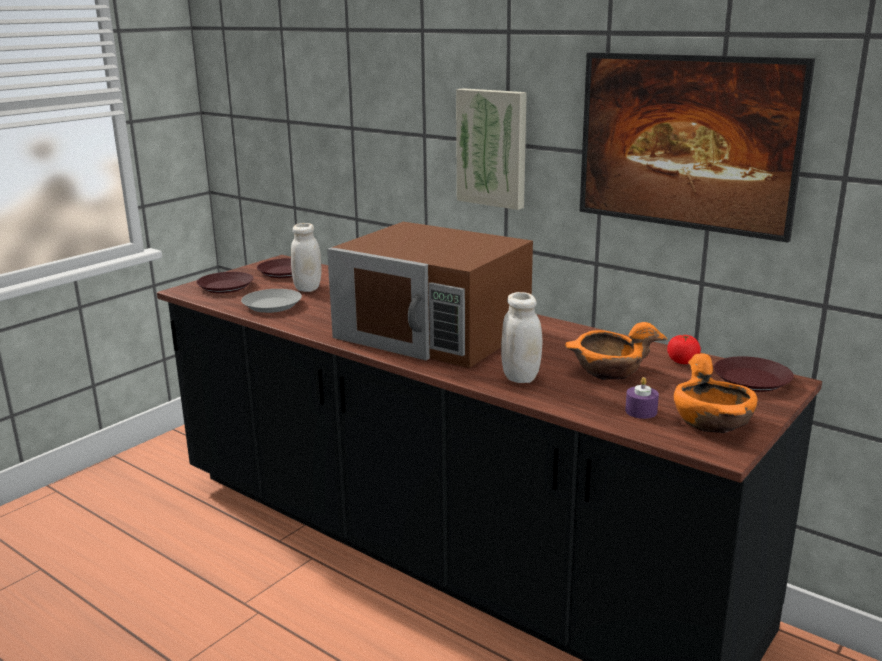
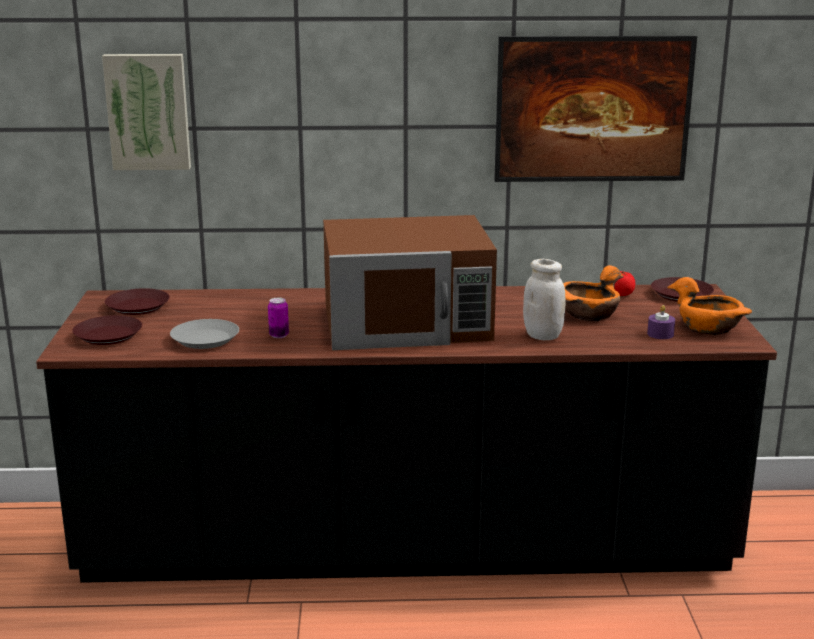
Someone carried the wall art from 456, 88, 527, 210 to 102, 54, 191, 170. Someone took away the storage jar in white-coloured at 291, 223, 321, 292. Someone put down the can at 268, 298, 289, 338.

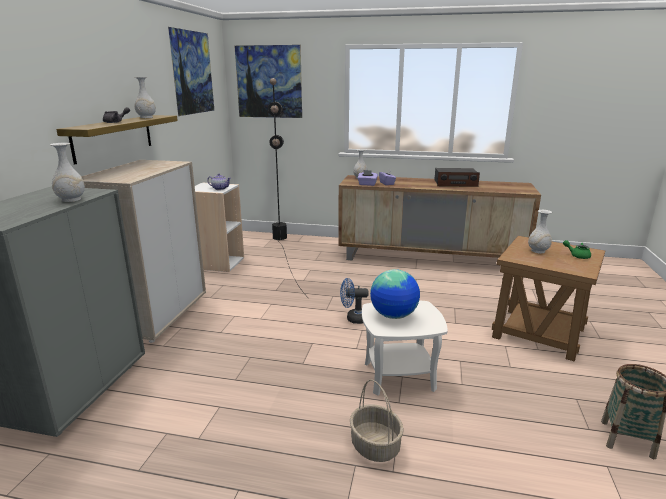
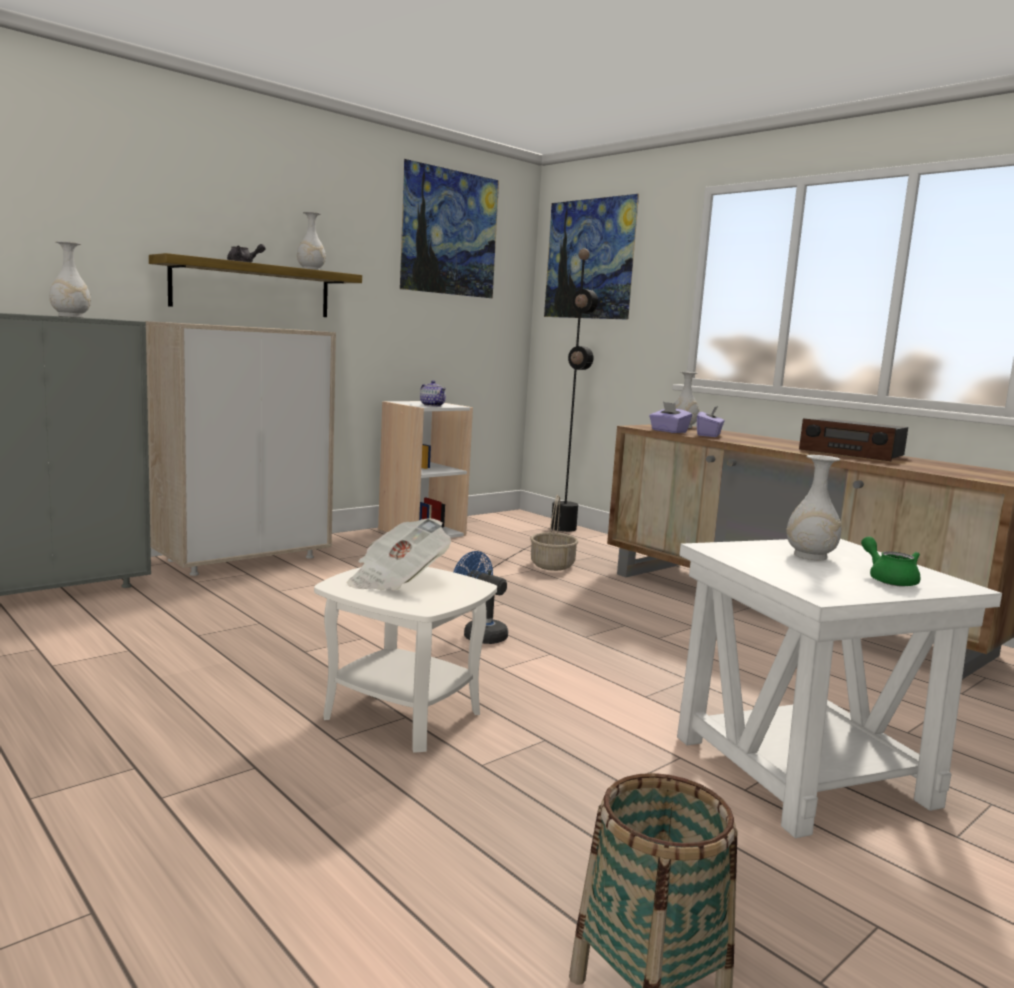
Someone repainted the accent table in brownish at 492, 236, 605, 362, which became the accent table in white-coloured at 677, 539, 1002, 838. Someone swapped the desk globe at 370, 269, 420, 319 for the daily paper at 347, 518, 451, 591. Someone carried the household basket from 350, 379, 404, 462 to 530, 494, 578, 571.

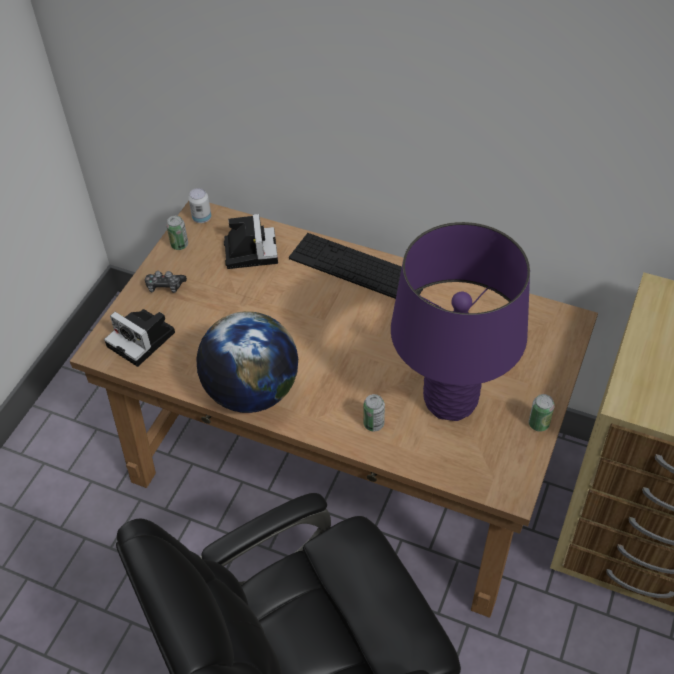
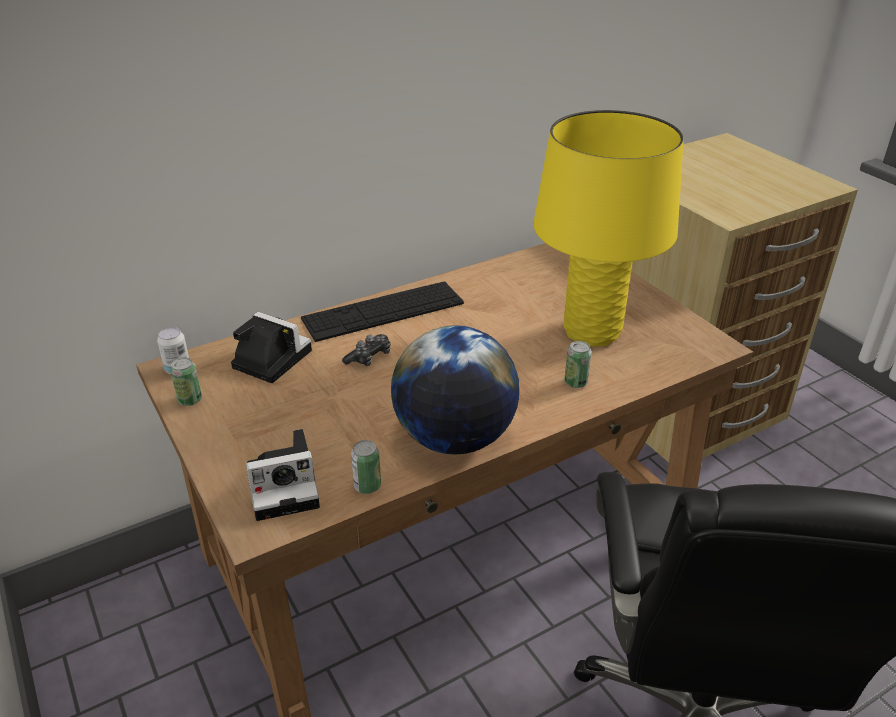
Someone repainted the tabletop lamp in purplish at 391, 222, 530, 421, which became the tabletop lamp in yellowish at 534, 110, 684, 347. Someone carried the gamepad from 145, 271, 187, 293 to 342, 334, 391, 366. Someone carried the can from 529, 394, 555, 431 to 351, 440, 381, 494.

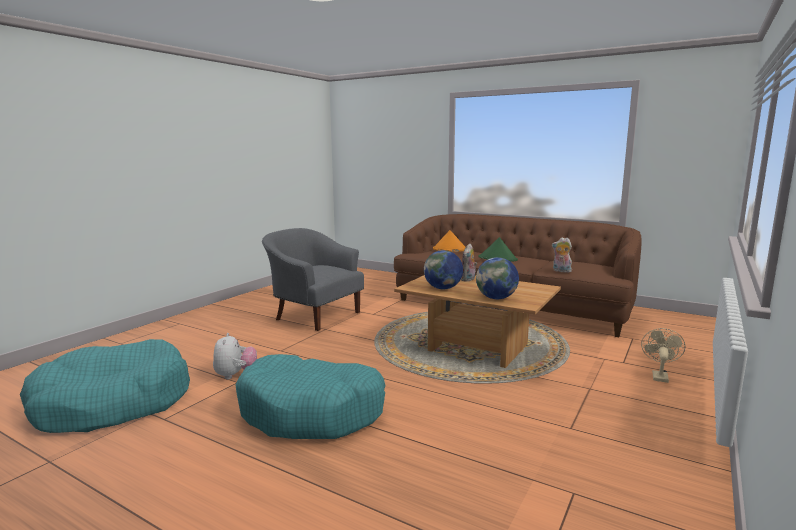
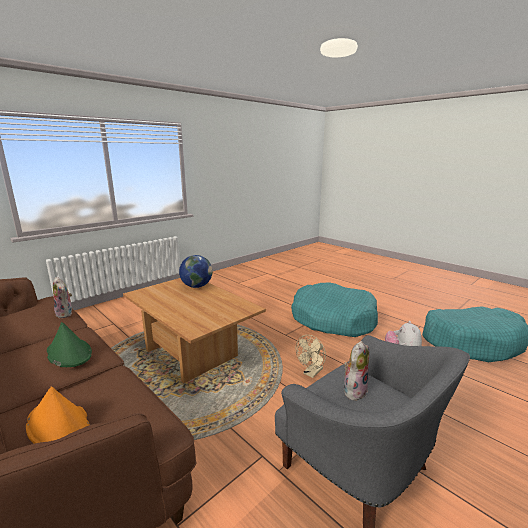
Someone carried the cuddly toy from 461, 243, 477, 282 to 344, 341, 369, 401. Someone took away the desk globe at 424, 250, 463, 289. Someone carried the electric fan in sand-coloured from 641, 328, 685, 383 to 296, 335, 326, 378.

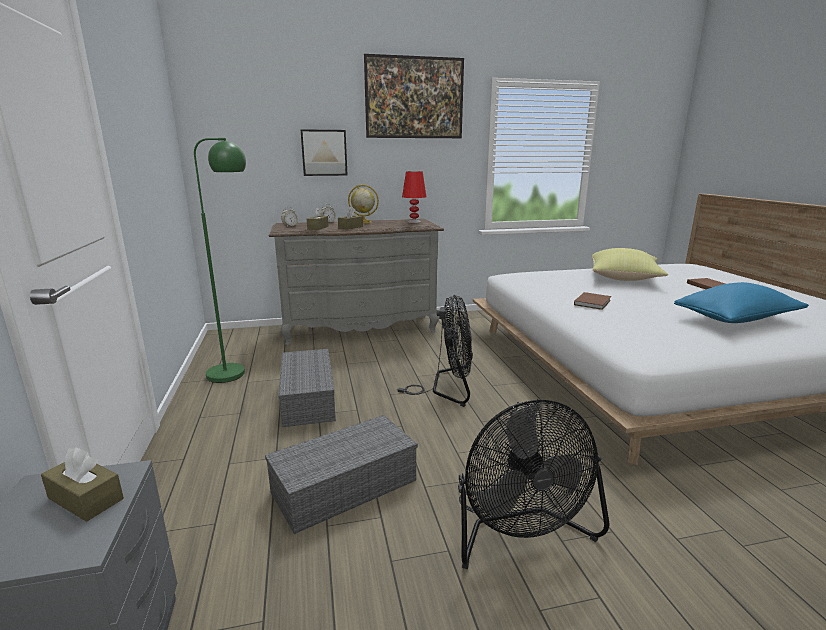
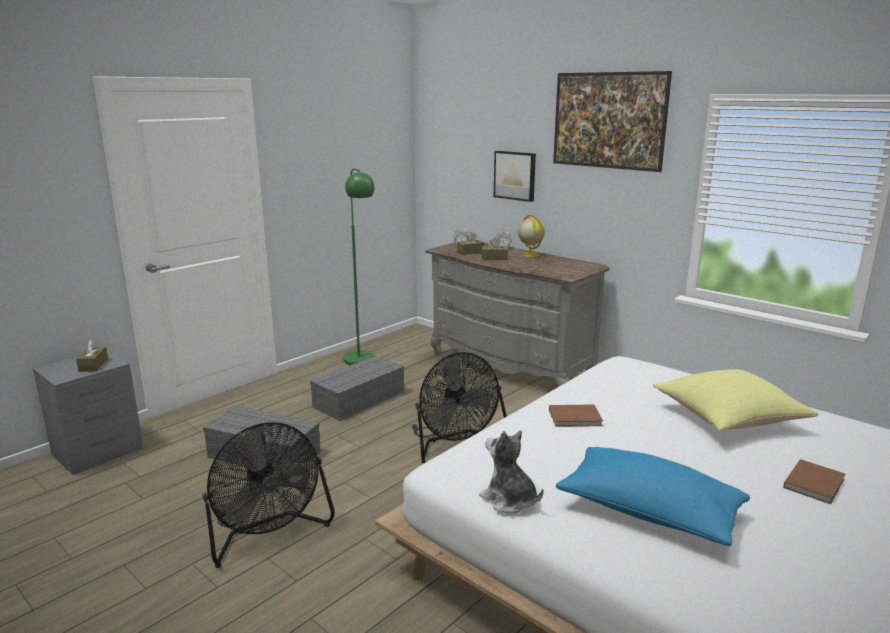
Someone took away the tabletop lamp in reddish at 402, 171, 427, 223. Someone rotated the electric fan in blackish at 458, 399, 610, 569 by 75 degrees counterclockwise. Someone put down the cuddly toy at 479, 430, 544, 514.

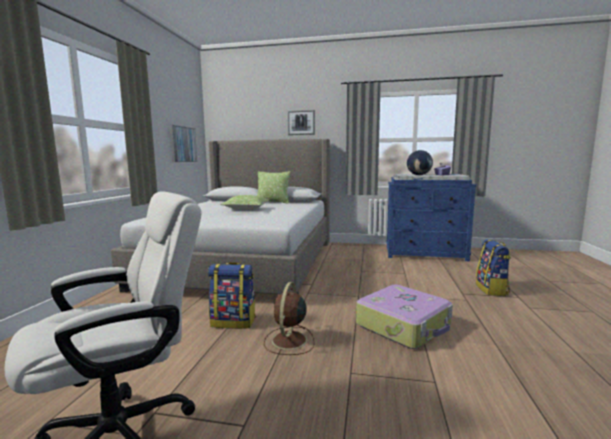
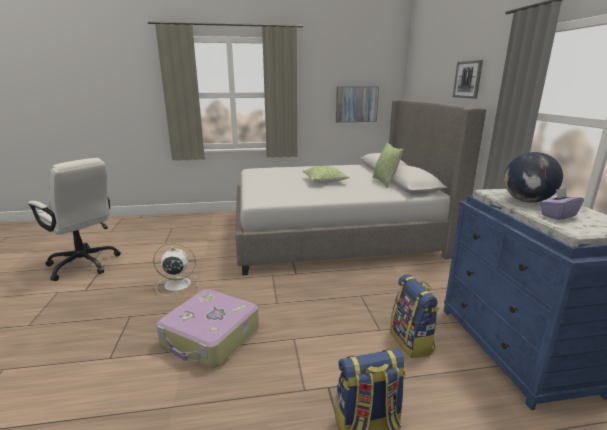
Someone carried the rucksack from 208, 262, 256, 329 to 390, 274, 439, 358. Someone repainted the electric fan in brownish at 264, 282, 314, 355, which became the electric fan in white-coloured at 153, 243, 198, 296.

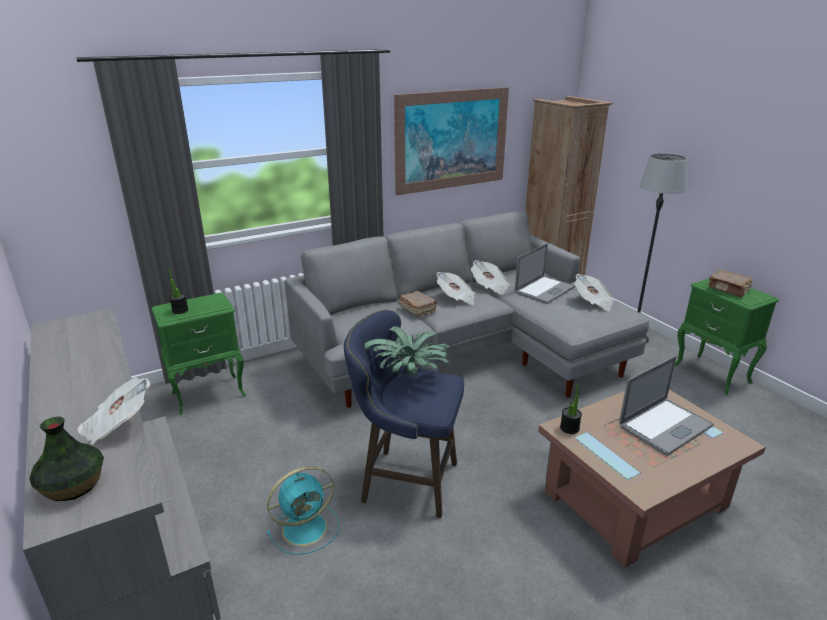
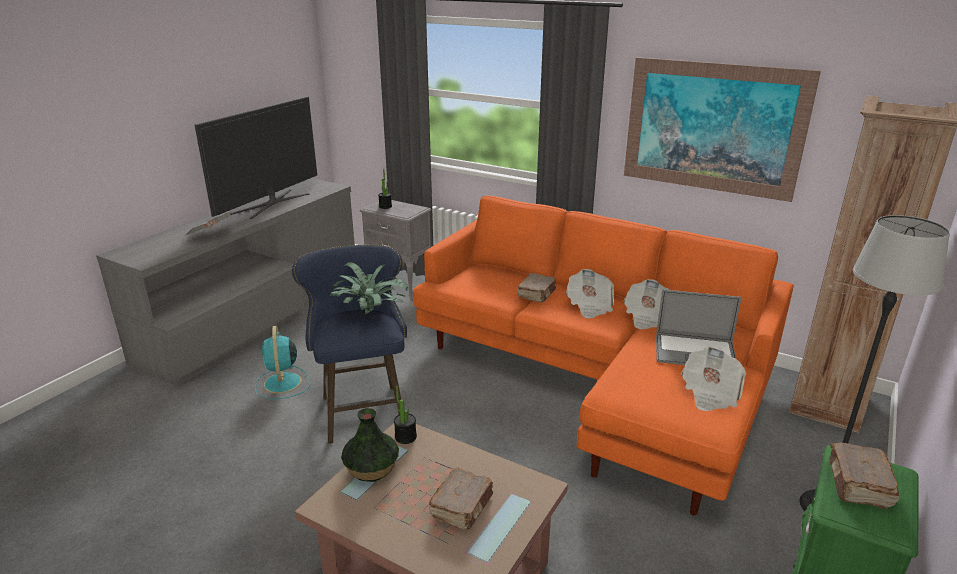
Someone repainted the settee in grey at 285, 211, 649, 408, which became the settee in orangey at 413, 196, 794, 515. Someone repainted the nightstand in greenish at 152, 293, 246, 415, which became the nightstand in grey at 360, 200, 432, 301. Someone swapped the portable computer at 619, 356, 714, 456 for the book in brownish at 429, 468, 493, 530. Someone carried the vase from 29, 417, 104, 501 to 341, 408, 399, 482. Someone rotated the electric fan in turquoise-coloured at 267, 466, 339, 555 by 45 degrees clockwise. Someone put down the TV set at 194, 96, 317, 219.

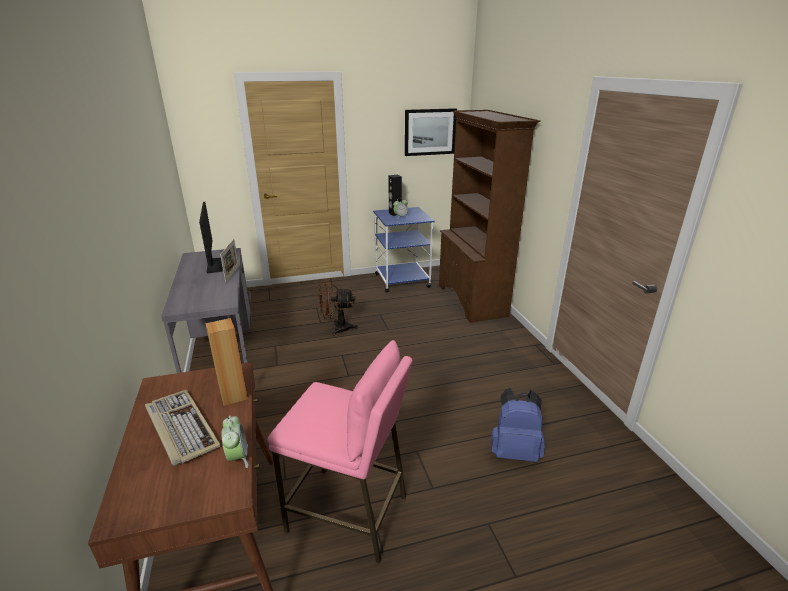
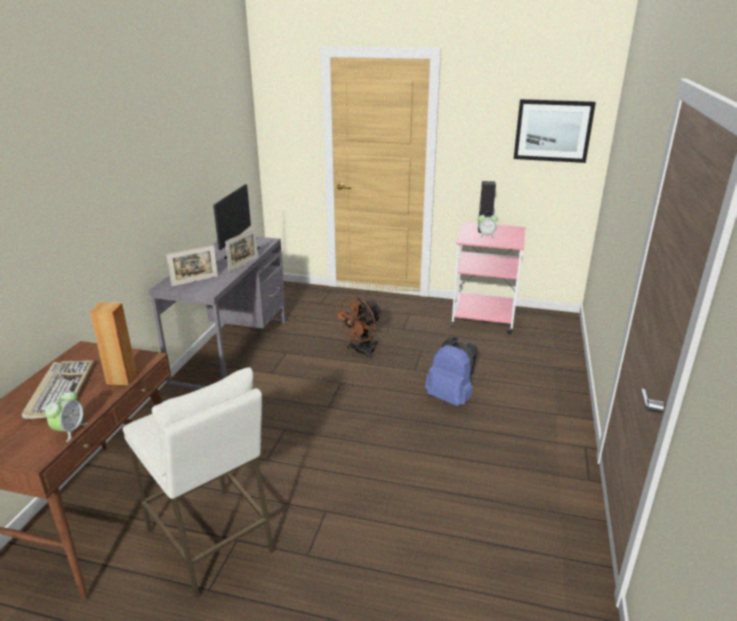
Someone took away the shelving unit in brownish at 439, 110, 541, 323. Someone repainted the cart in blue at 373, 207, 435, 292, which became the cart in pink at 451, 222, 525, 334. Someone rotated the electric fan in brownish at 318, 278, 358, 336 by 75 degrees counterclockwise. Someone repainted the stool seat in pink at 267, 340, 413, 563, which became the stool seat in white-coloured at 123, 367, 274, 599. Someone carried the rucksack in blue from 491, 388, 546, 462 to 425, 337, 478, 407. Someone put down the standing frame at 166, 245, 218, 287.

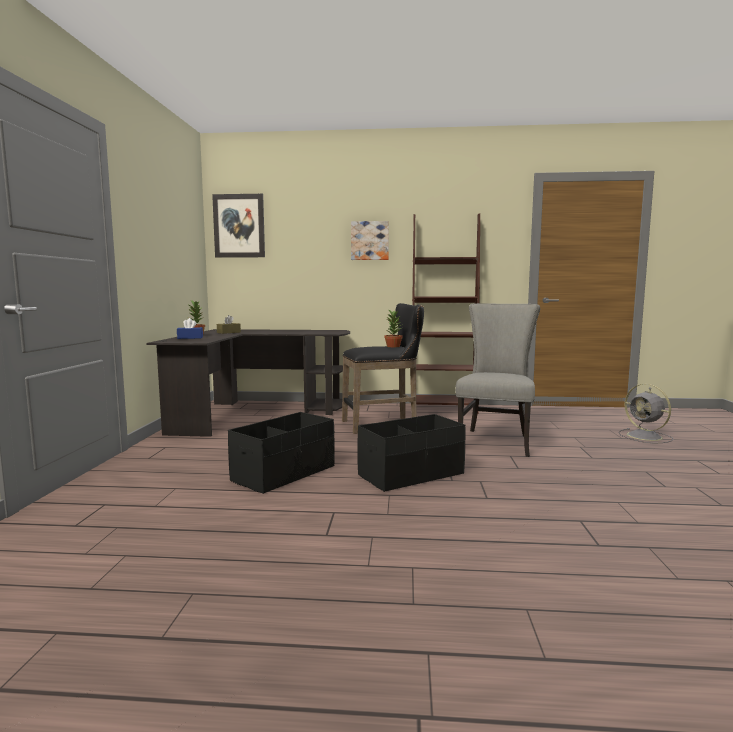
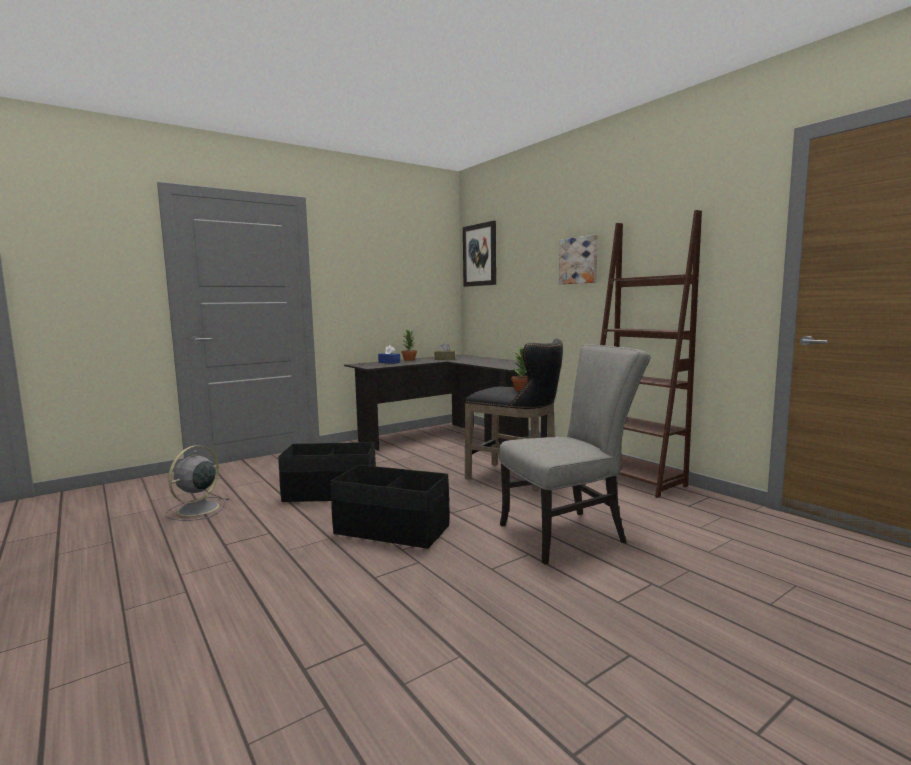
Someone carried the electric fan in grey from 618, 384, 674, 443 to 165, 445, 229, 521.

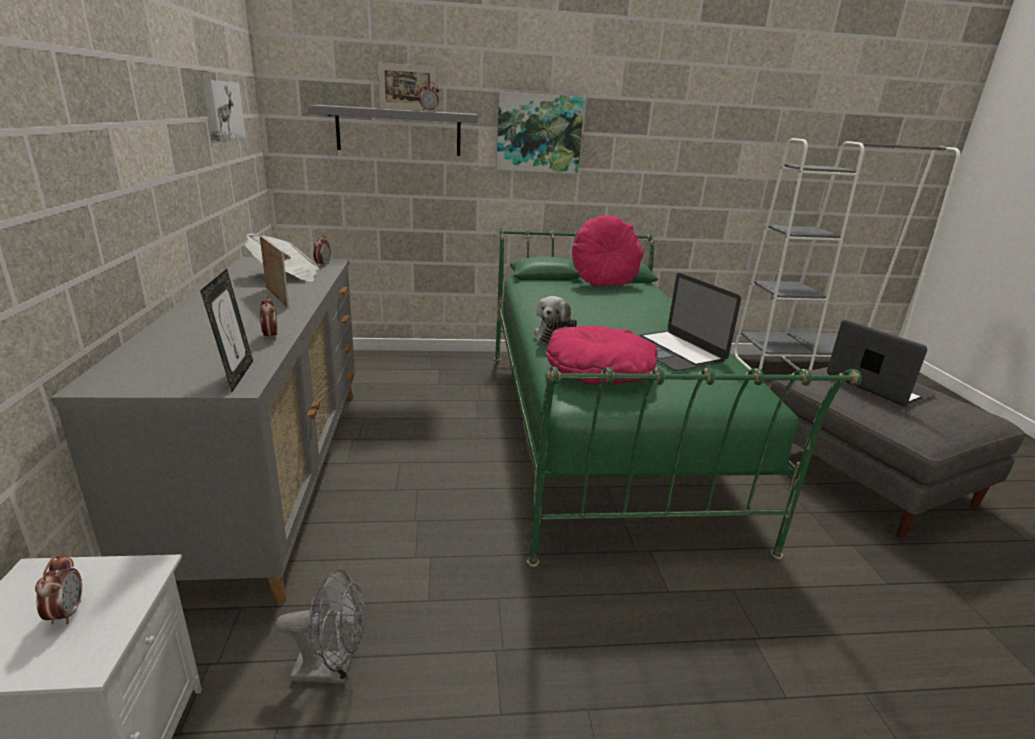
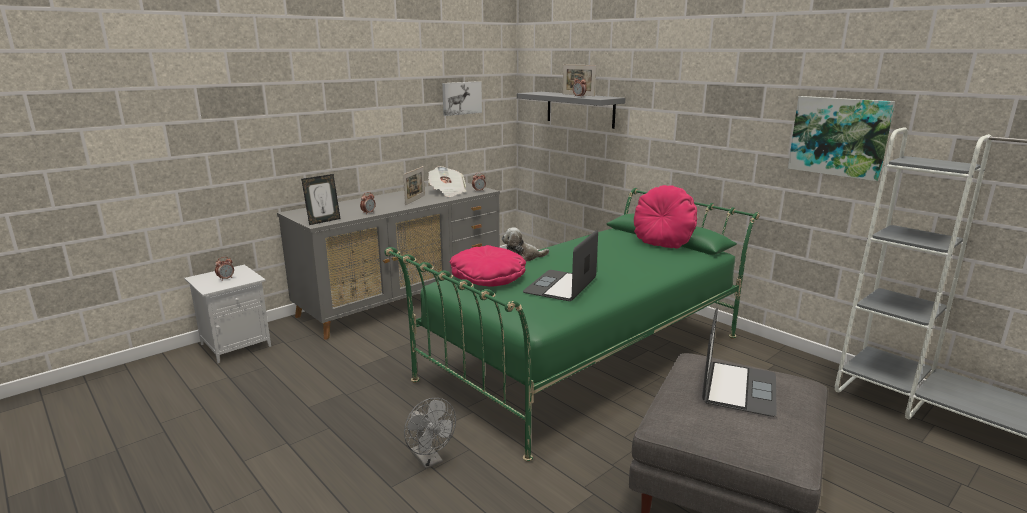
Someone carried the wall art from 496, 92, 585, 174 to 788, 96, 895, 181. Someone carried the electric fan in grey from 276, 569, 365, 684 to 404, 398, 456, 469.

